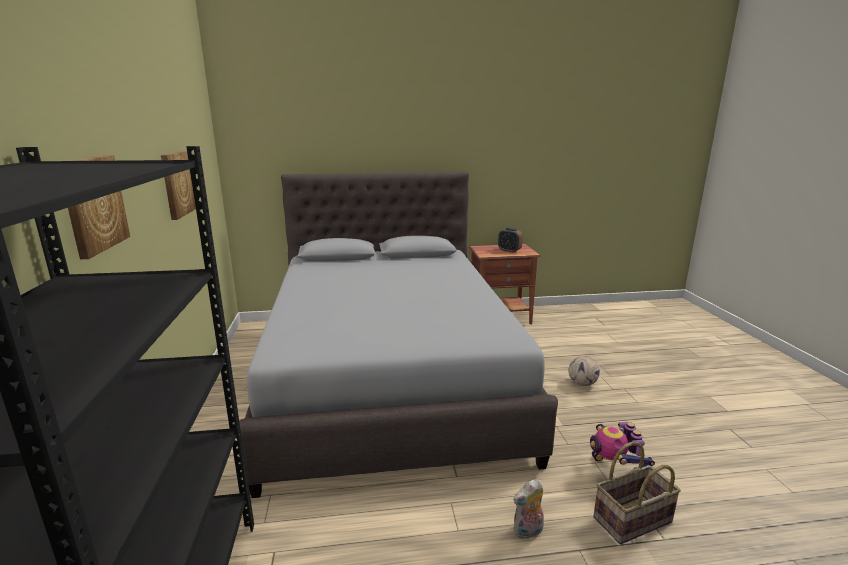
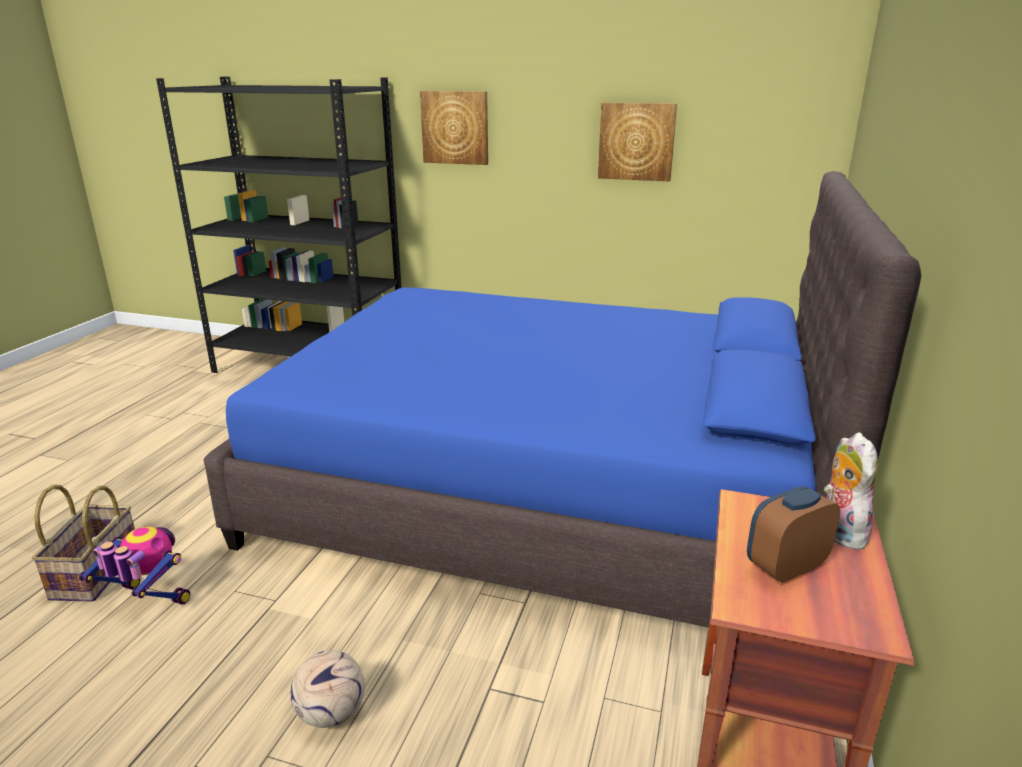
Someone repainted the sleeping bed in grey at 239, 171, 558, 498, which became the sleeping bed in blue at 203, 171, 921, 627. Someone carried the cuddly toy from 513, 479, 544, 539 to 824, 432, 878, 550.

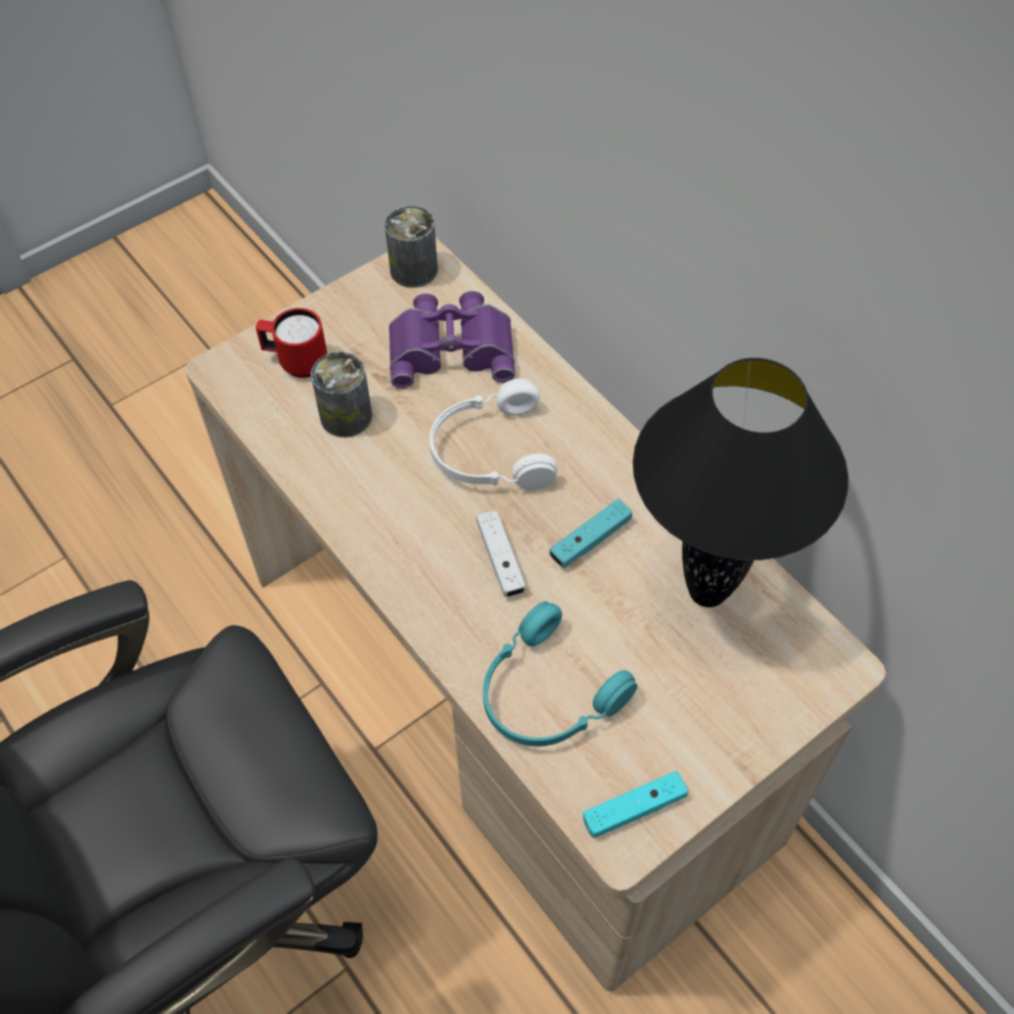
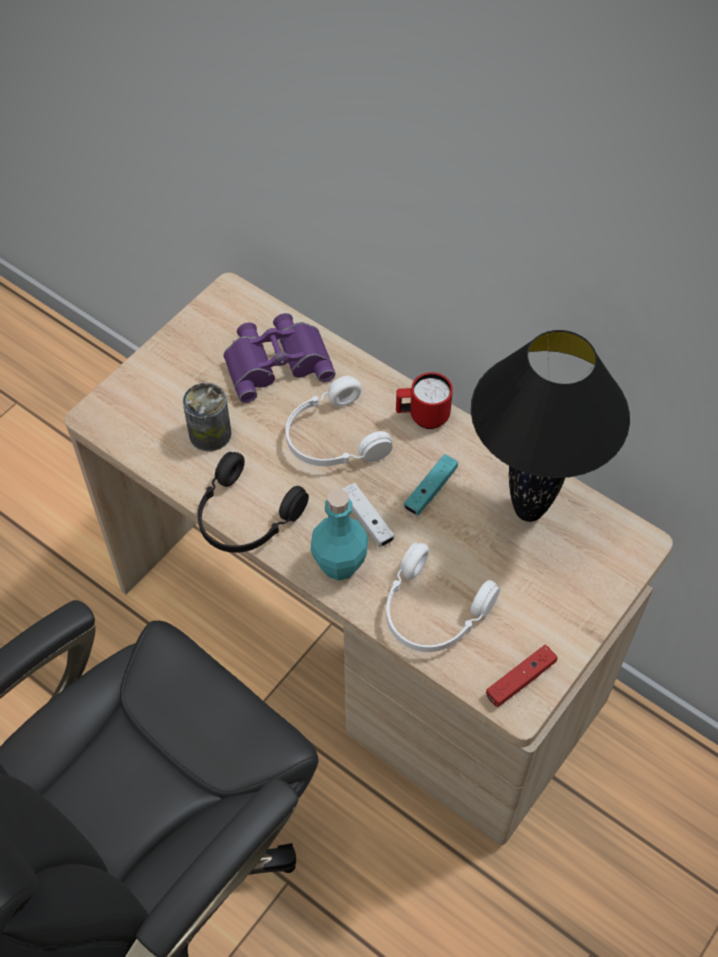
Someone took away the can at 385, 206, 438, 288. Someone carried the mug in reddish from 256, 308, 327, 378 to 396, 372, 453, 429. Someone repainted the headset in turquoise-coloured at 483, 601, 638, 746, which became the headset in white-coloured at 386, 542, 500, 652. Someone repainted the gamepad in turquoise-coloured at 583, 771, 688, 838, which became the gamepad in reddish at 486, 645, 558, 707. Someone put down the headset in blackish at 198, 452, 309, 553. Someone put down the bottle in turquoise-coloured at 310, 489, 368, 581.

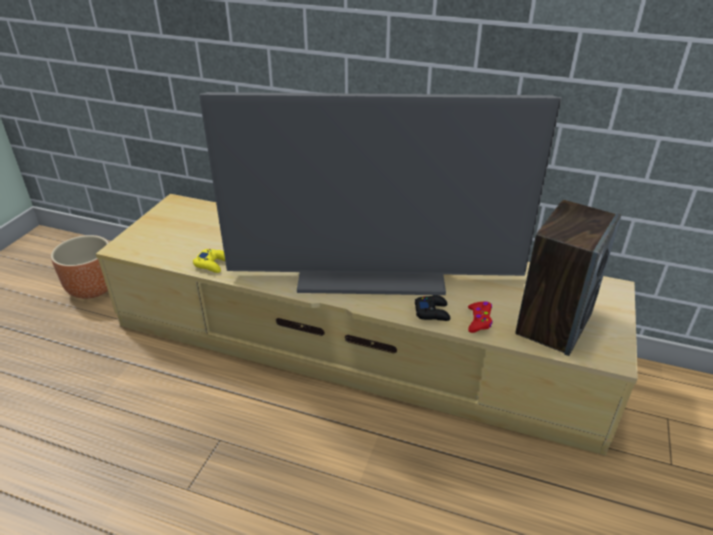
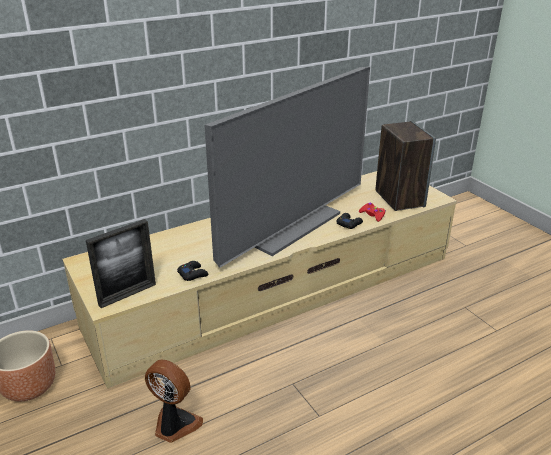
Someone repainted the gamepad in yellowish at 193, 249, 225, 273, which became the gamepad in blackish at 177, 261, 209, 281. Someone put down the standing frame at 86, 219, 156, 308. Someone put down the electric fan at 145, 359, 203, 443.

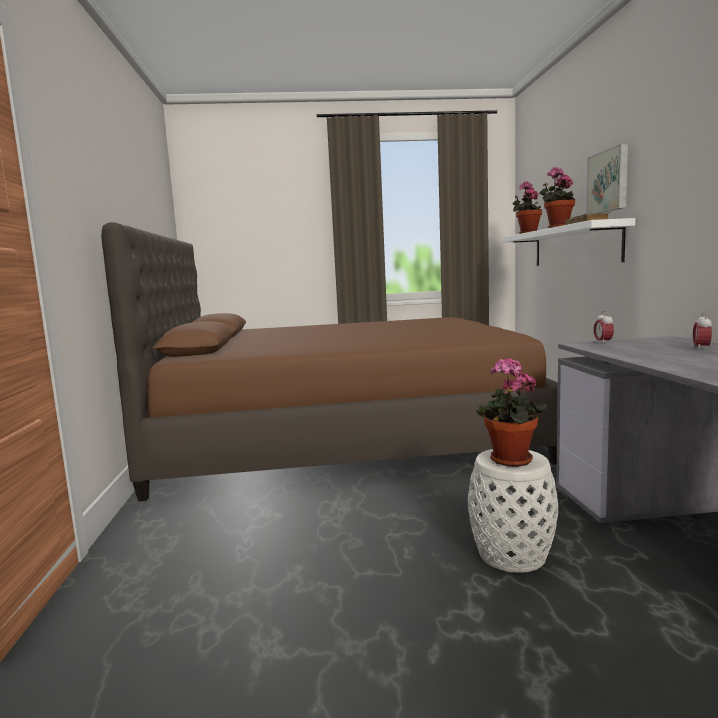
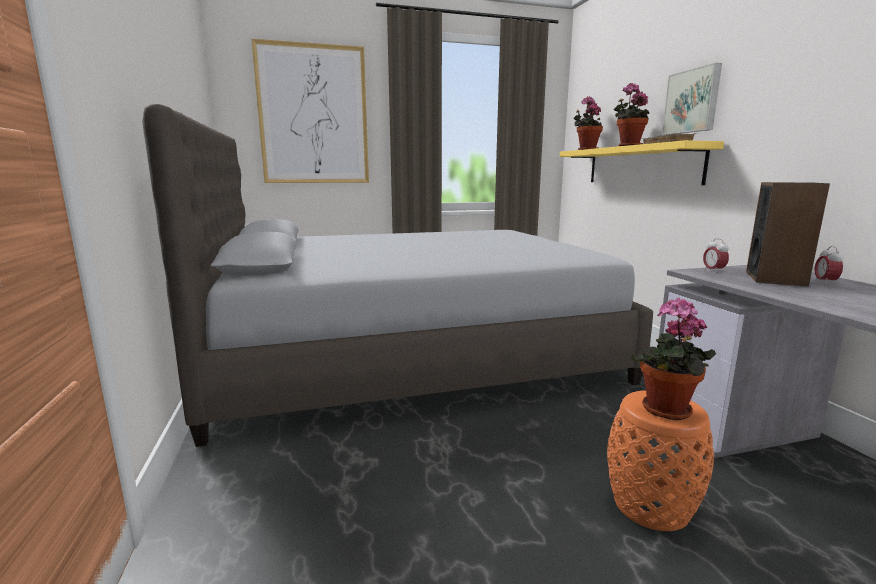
Someone repainted the shelf in white-coloured at 502, 218, 635, 266, which became the shelf in yellowish at 560, 140, 724, 185. Someone repainted the sleeping bed in brownish at 101, 222, 558, 501, which became the sleeping bed in grey at 142, 104, 653, 447. Someone repainted the stool seat in white-coloured at 468, 449, 558, 573, which became the stool seat in orangey at 607, 390, 714, 531. Someone put up the wall art at 251, 39, 369, 183. Someone put down the speaker at 746, 182, 830, 287.

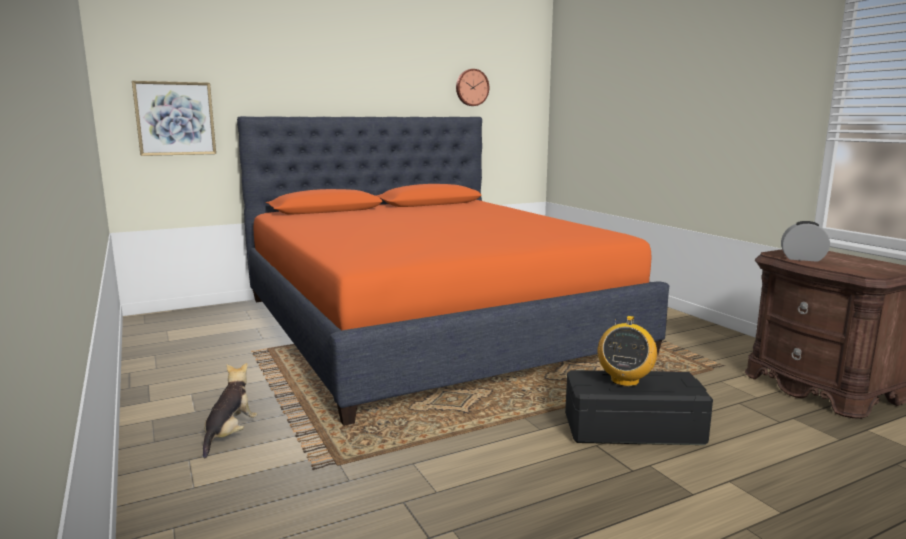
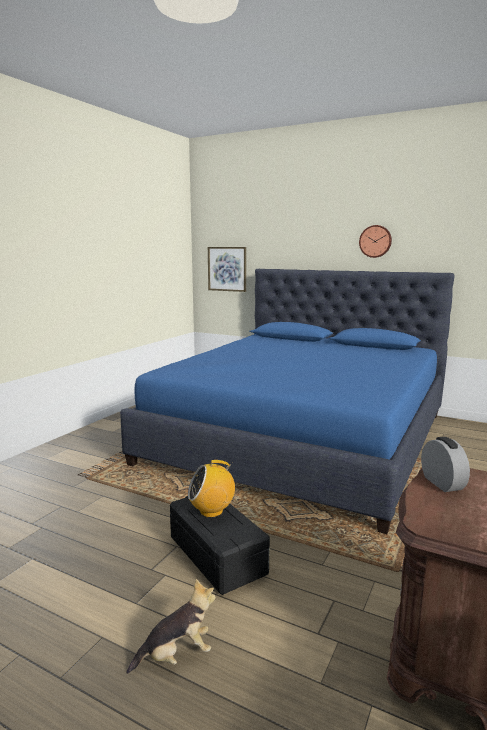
Someone carried the hanging clock from 456, 69, 489, 106 to 359, 225, 392, 258. Someone repainted the sleeping bed in orangey at 237, 116, 669, 426, which became the sleeping bed in blue at 120, 269, 455, 534. Someone carried the cuddly toy from 203, 363, 258, 459 to 127, 579, 216, 674.

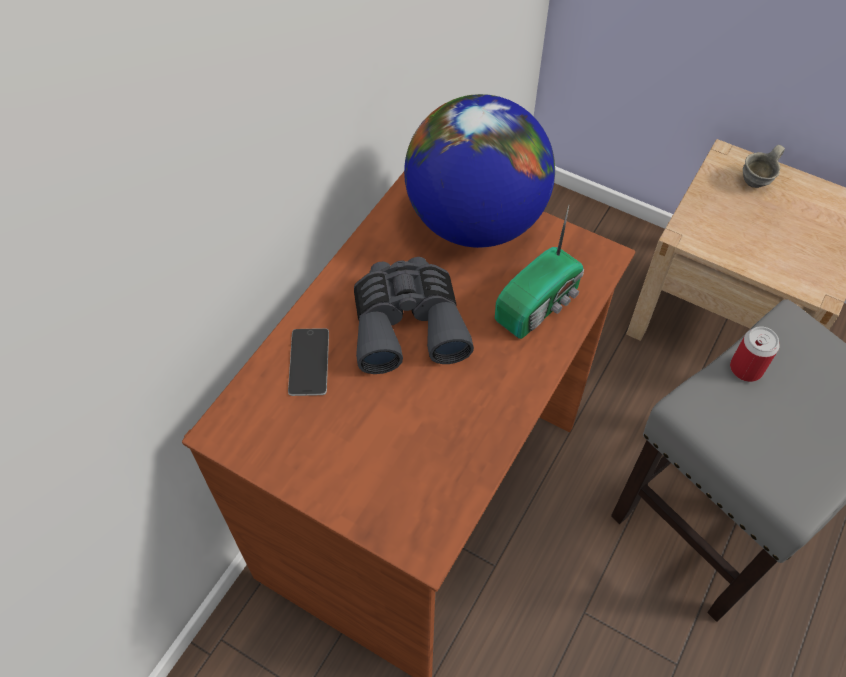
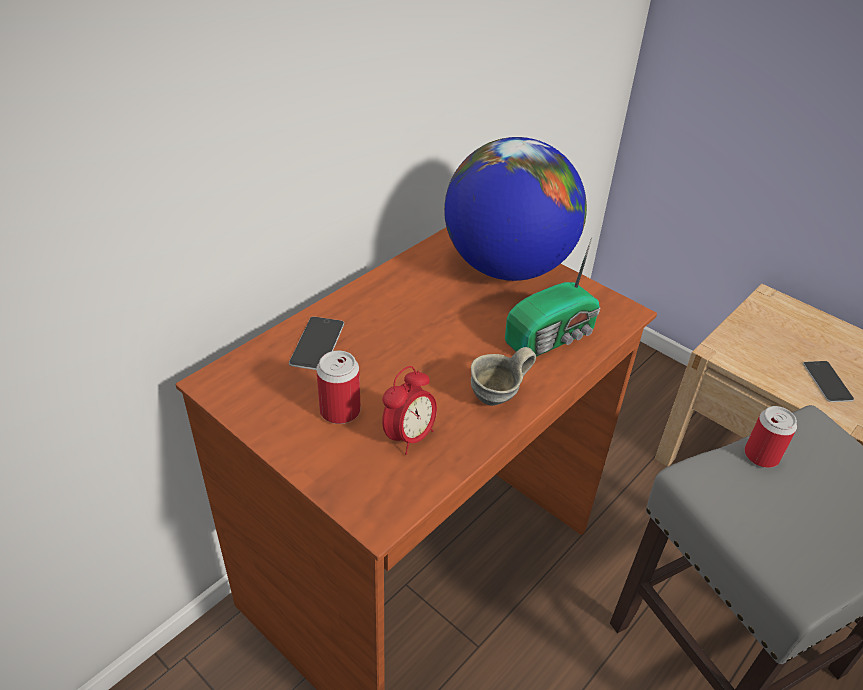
Someone carried the mug in grey from 743, 145, 785, 188 to 471, 347, 536, 406. Someone took away the pair of binoculars in grey at 354, 257, 474, 374. Someone put down the can at 316, 351, 361, 424. Someone put down the phone at 803, 361, 854, 402. Someone put down the table clock at 382, 366, 437, 455.

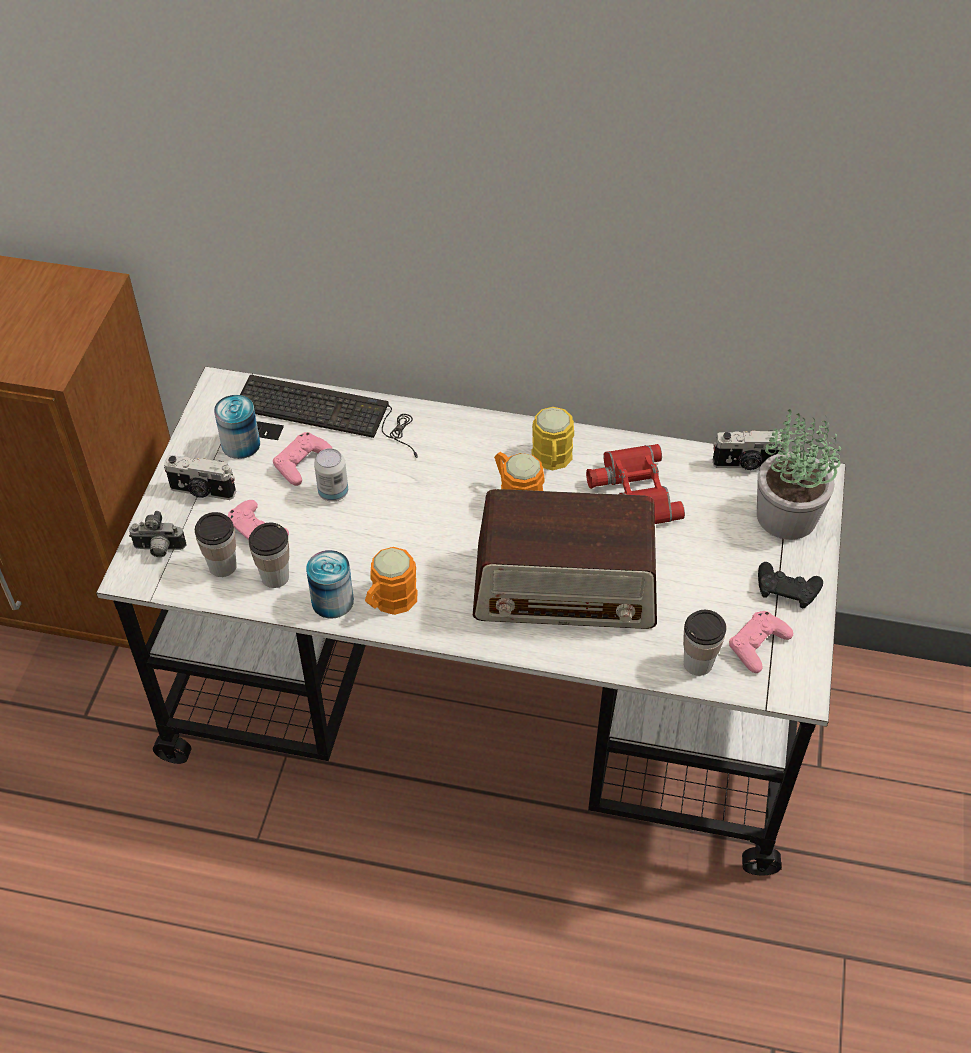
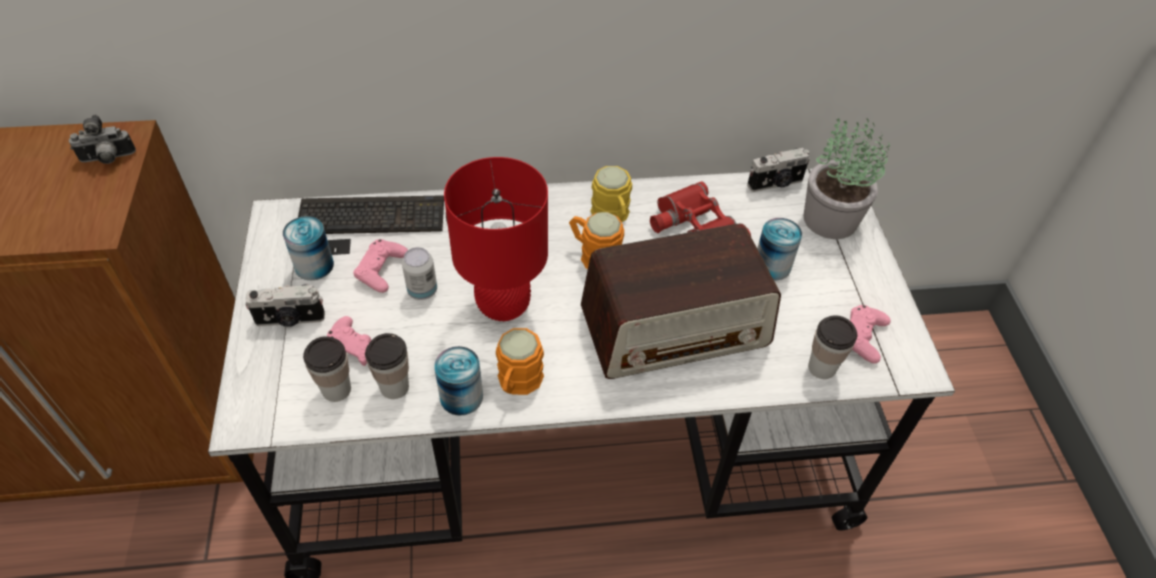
Someone carried the photo camera from 129, 511, 186, 557 to 69, 115, 136, 164. Someone took away the gamepad in blackish at 758, 562, 823, 608. Someone put down the tabletop lamp in reddish at 444, 157, 548, 321. Someone put down the can at 757, 218, 802, 280.

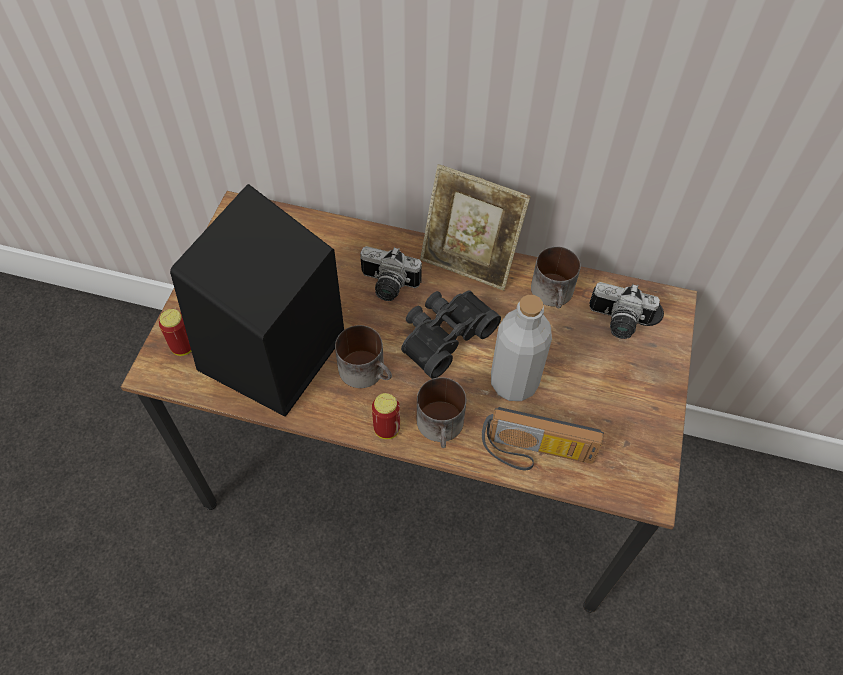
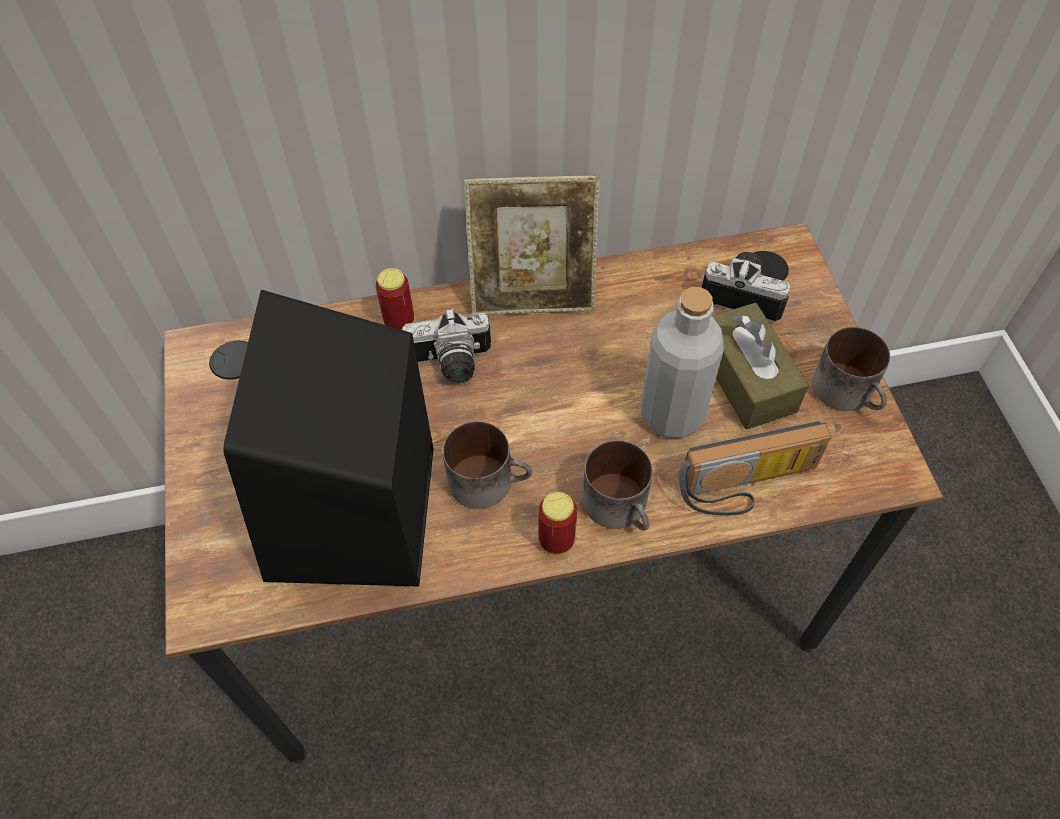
Someone carried the mug from 531, 246, 581, 309 to 812, 327, 890, 411. Someone rotated the photo camera at 589, 282, 660, 339 by 150 degrees counterclockwise. Someone took away the pair of binoculars in blackish at 401, 290, 501, 379. Someone carried the can from 159, 309, 191, 356 to 376, 268, 414, 330. Someone put down the box of tissues in brownish at 712, 303, 809, 429.

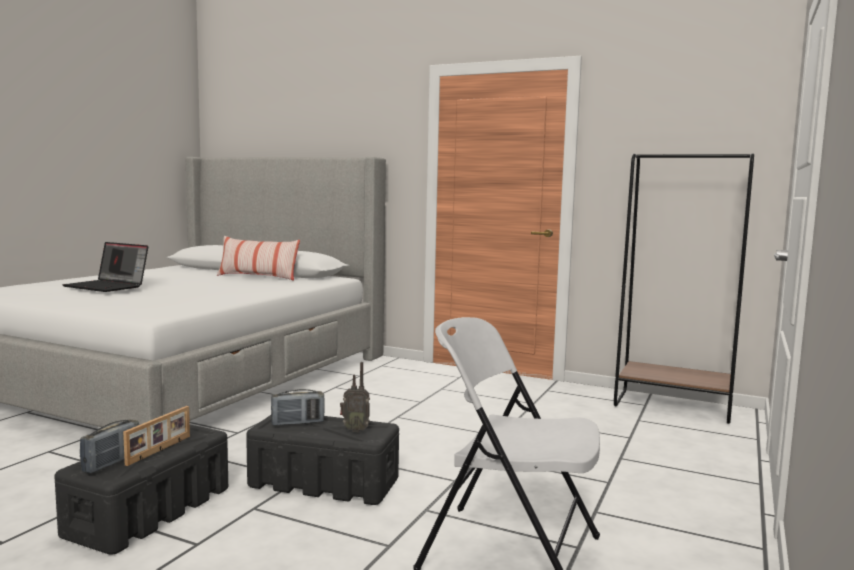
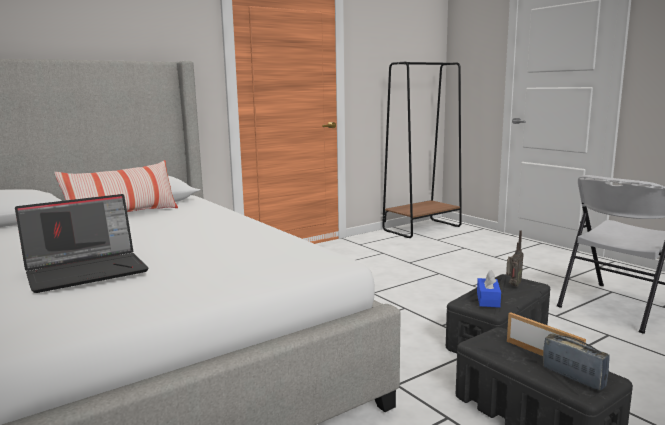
Someone swapped the radio at 271, 389, 325, 426 for the box of tissues in blue at 477, 270, 501, 308.

